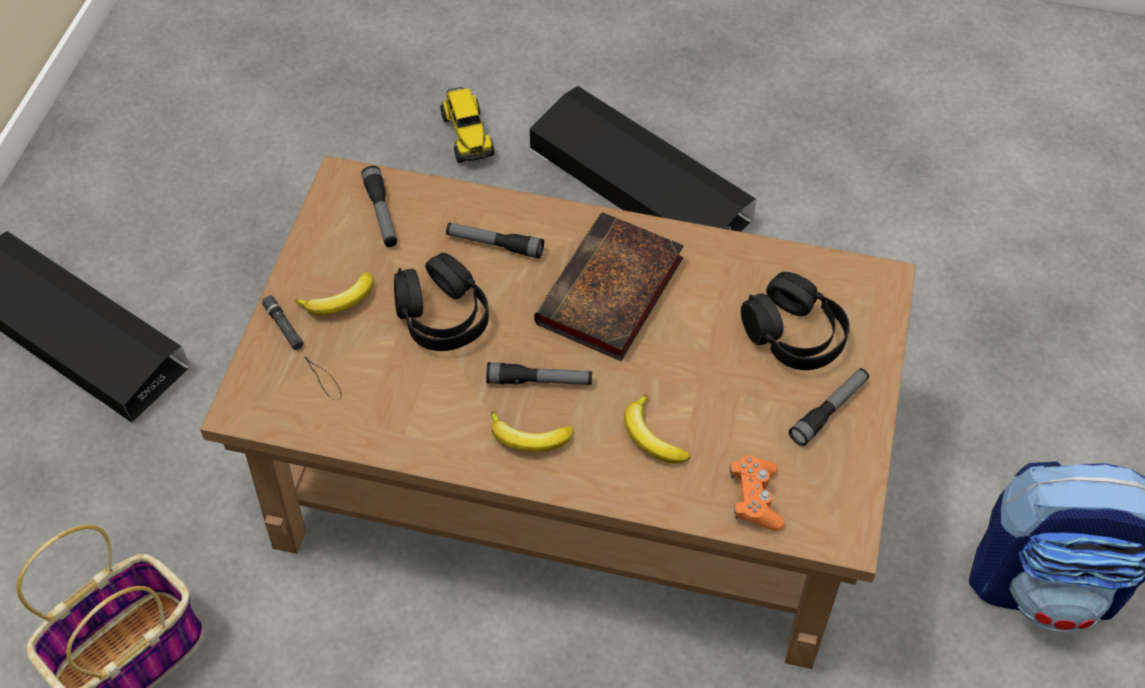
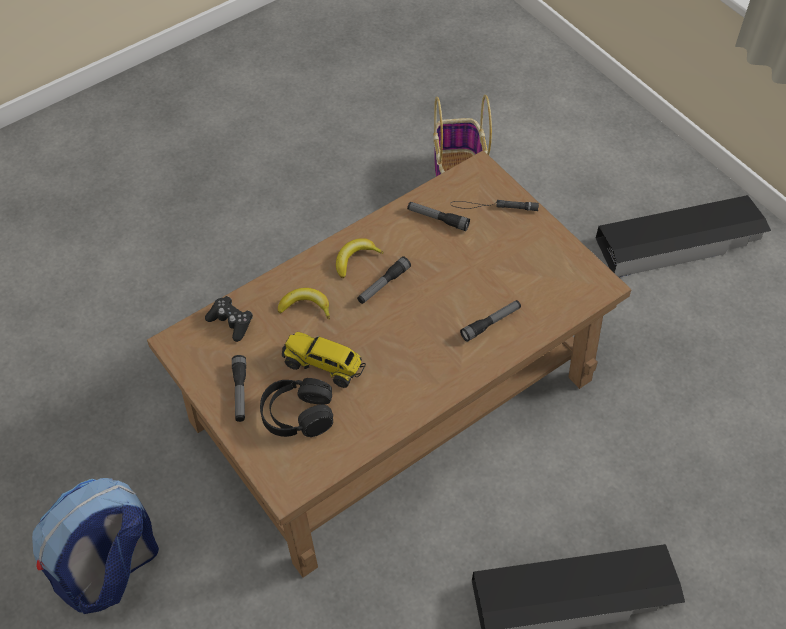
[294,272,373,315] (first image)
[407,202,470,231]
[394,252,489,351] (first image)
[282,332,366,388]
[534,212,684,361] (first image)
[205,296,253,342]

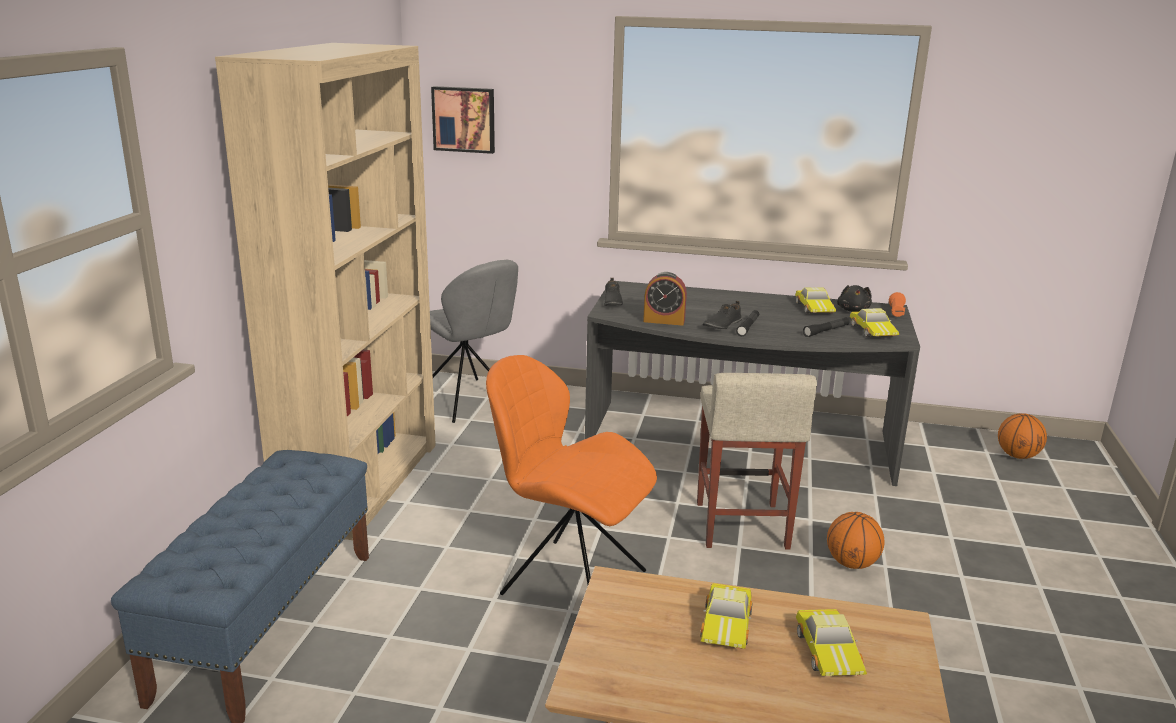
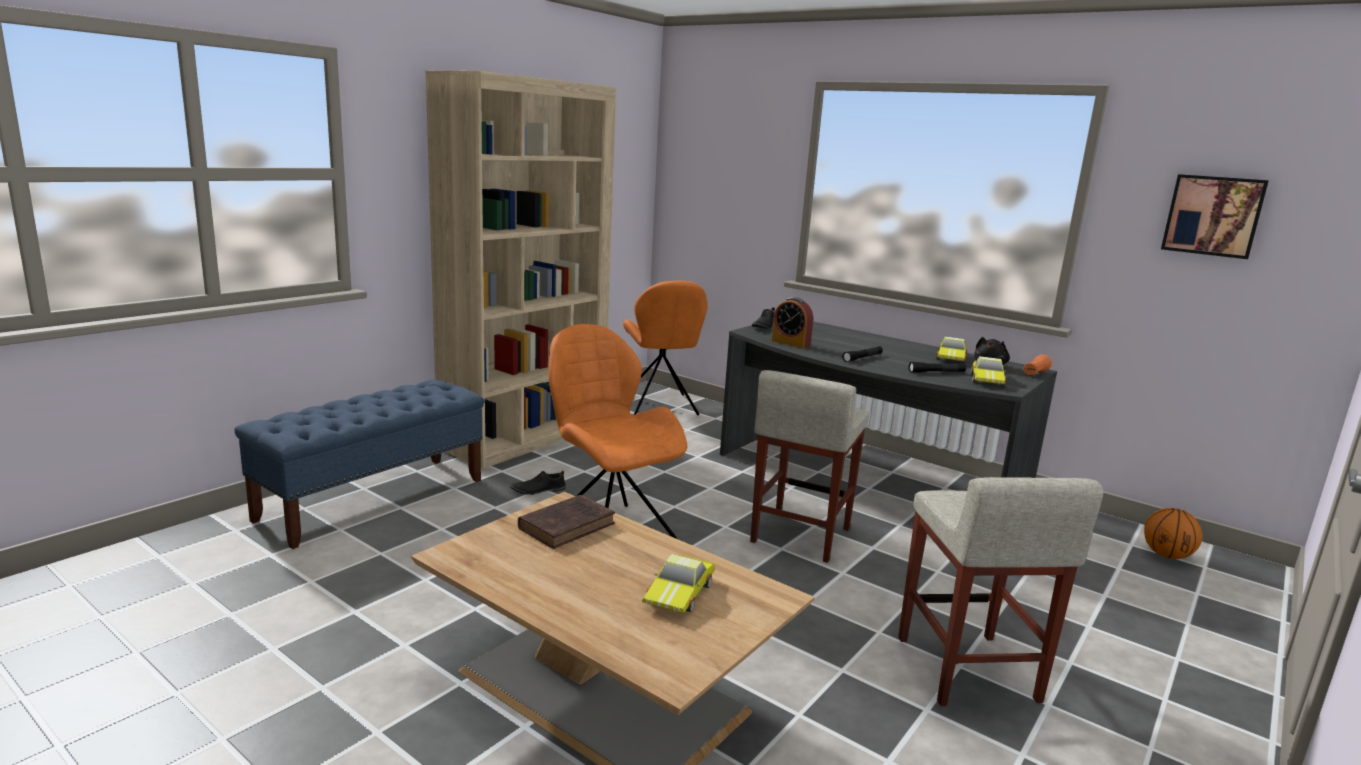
[623,281,708,415]
[1161,174,1269,259]
[700,583,753,649] (first image)
[510,470,566,495]
[827,512,885,569] (first image)
[518,495,615,549]
[898,477,1103,706]

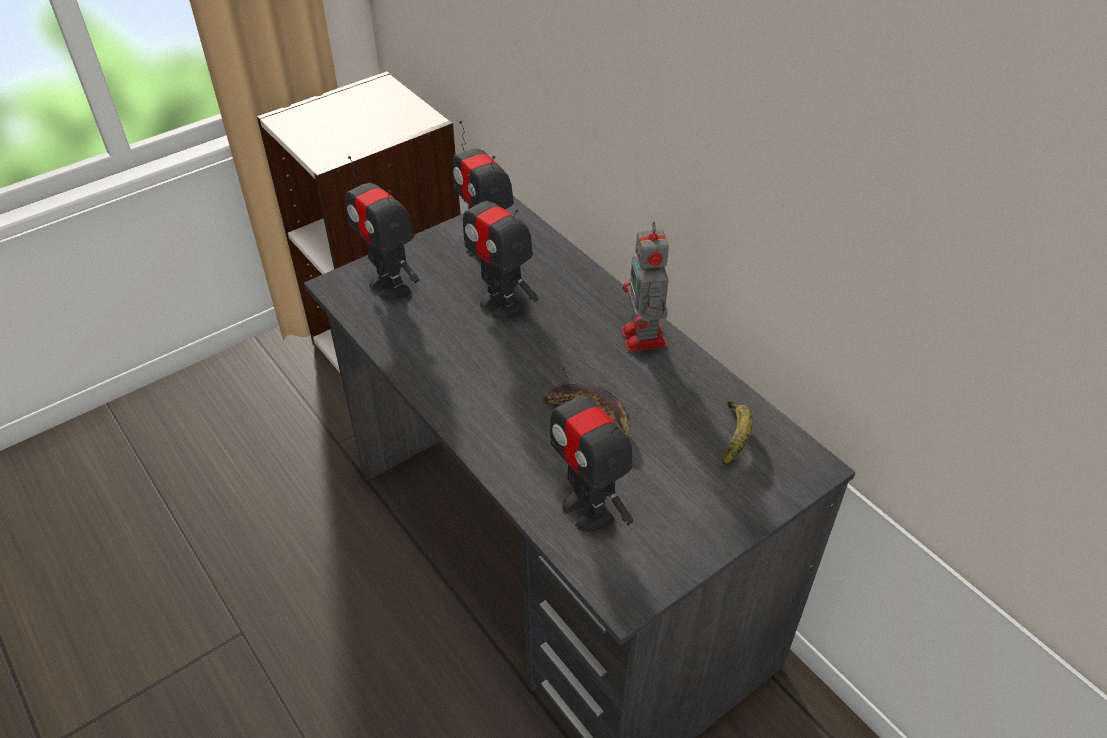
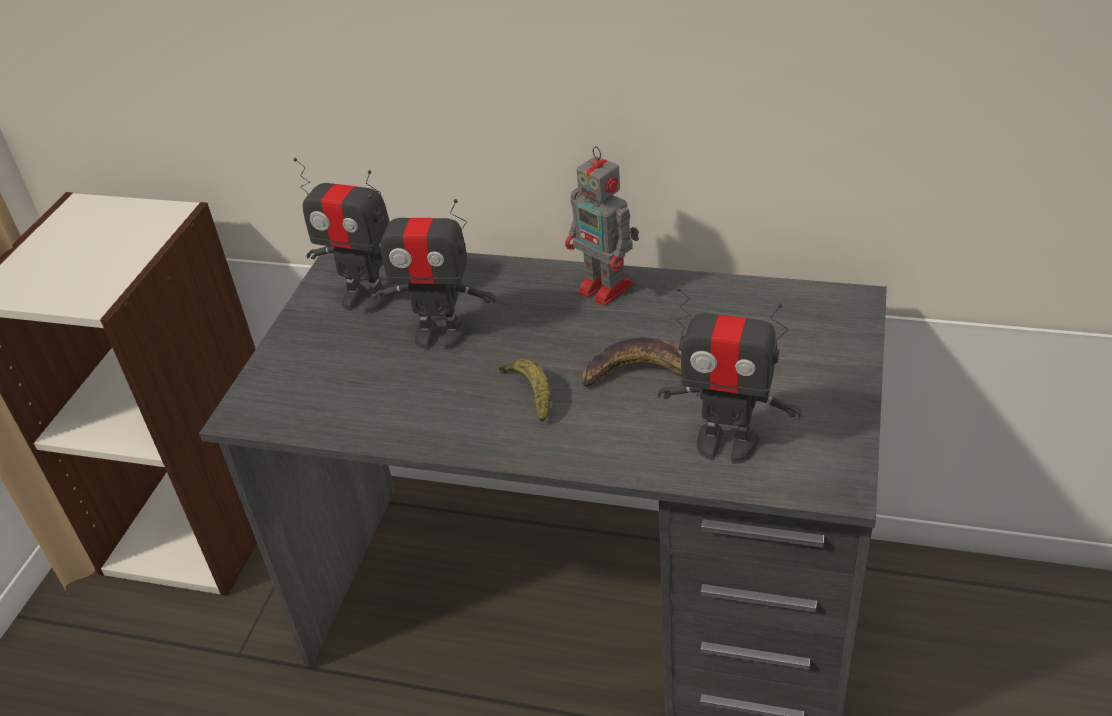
[345,156,419,300] (first image)
[499,359,551,422]

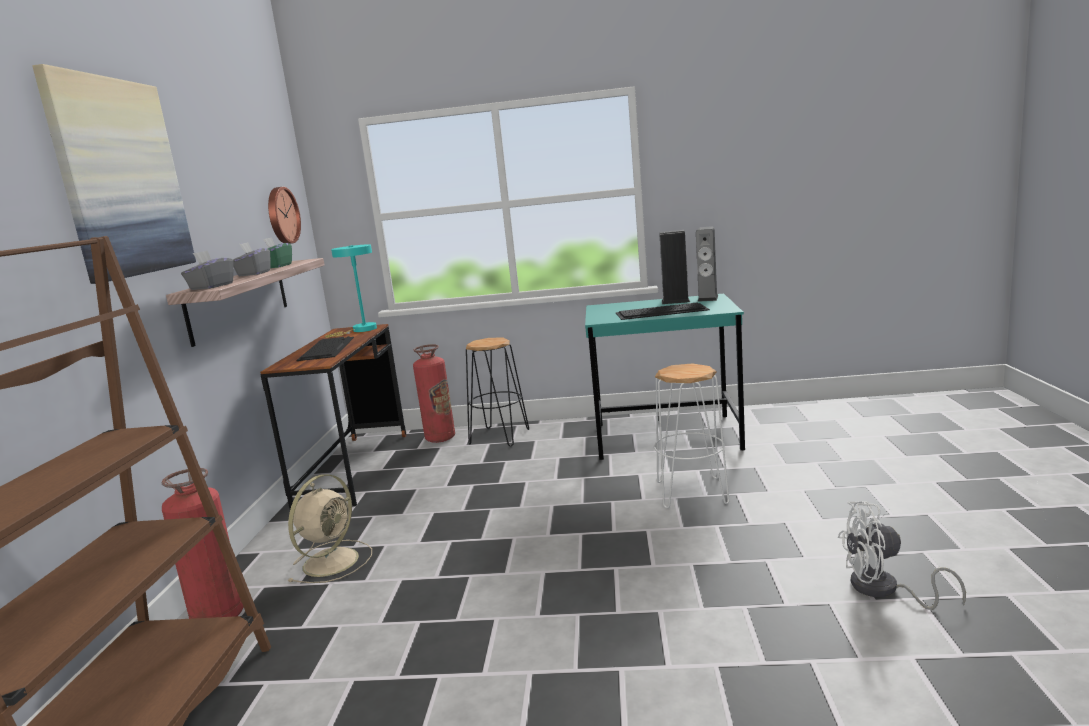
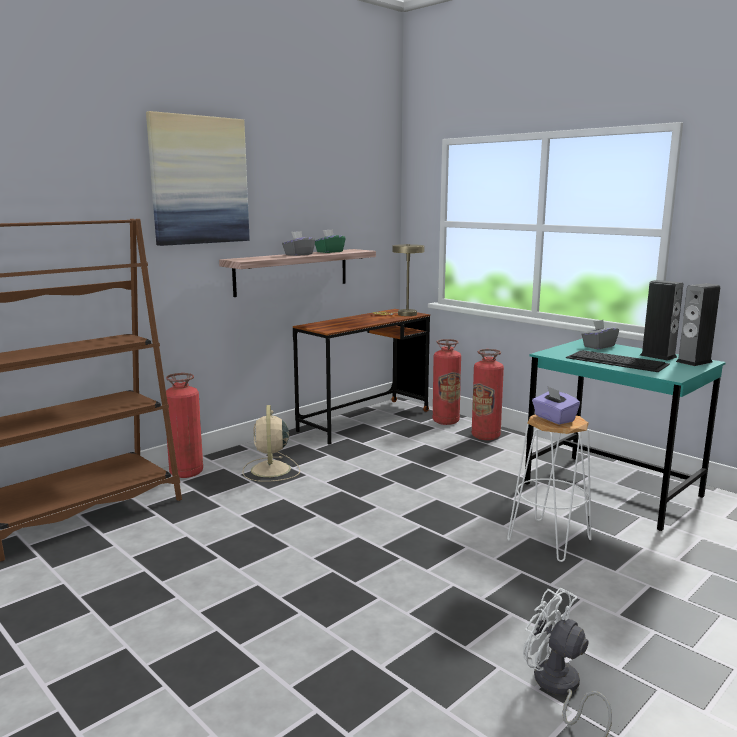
[581,320,619,349]
[268,187,301,244] (first image)
[242,405,300,482]
[296,336,354,361] (first image)
[373,244,425,316]
[472,349,504,440]
[532,386,580,425]

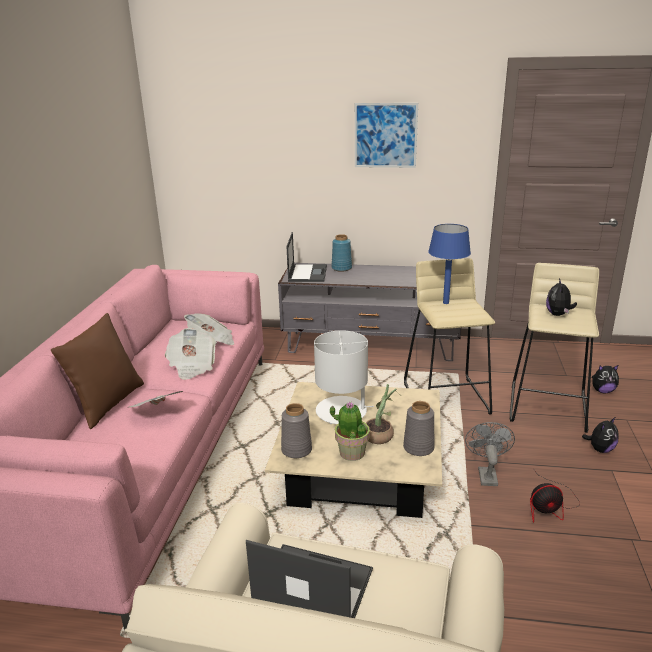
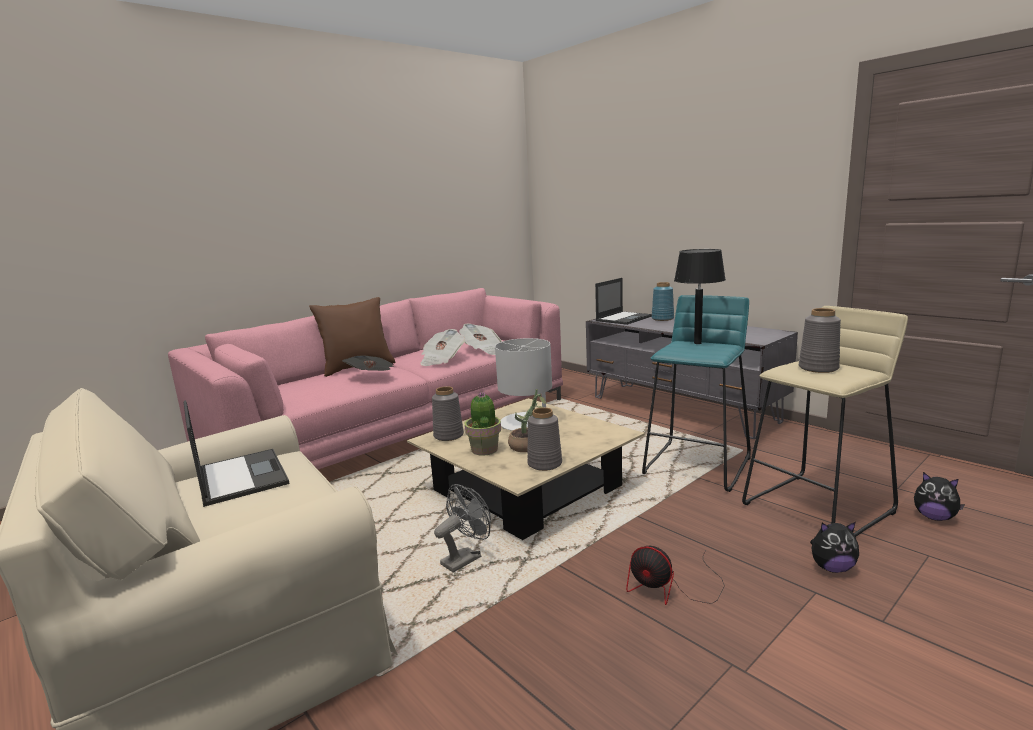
[355,103,418,168] (first image)
[642,295,751,492]
[674,249,726,344]
[434,484,491,573]
[799,308,841,373]

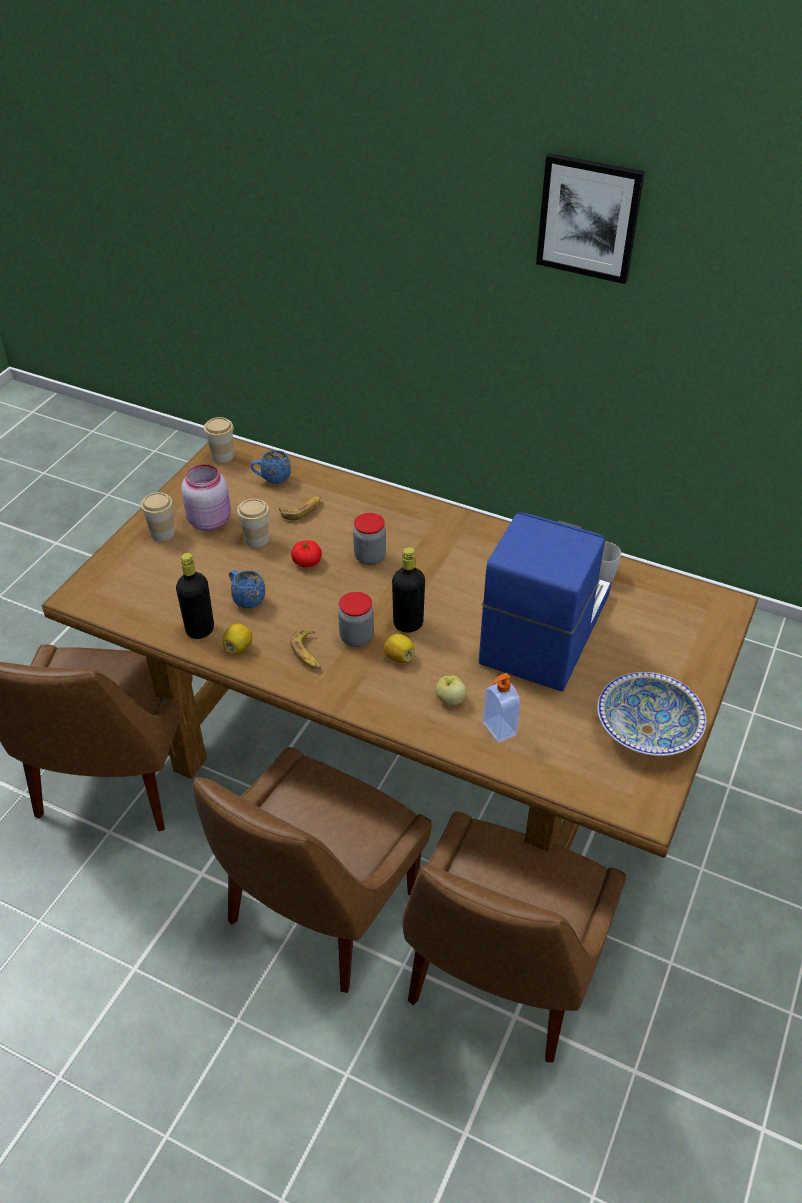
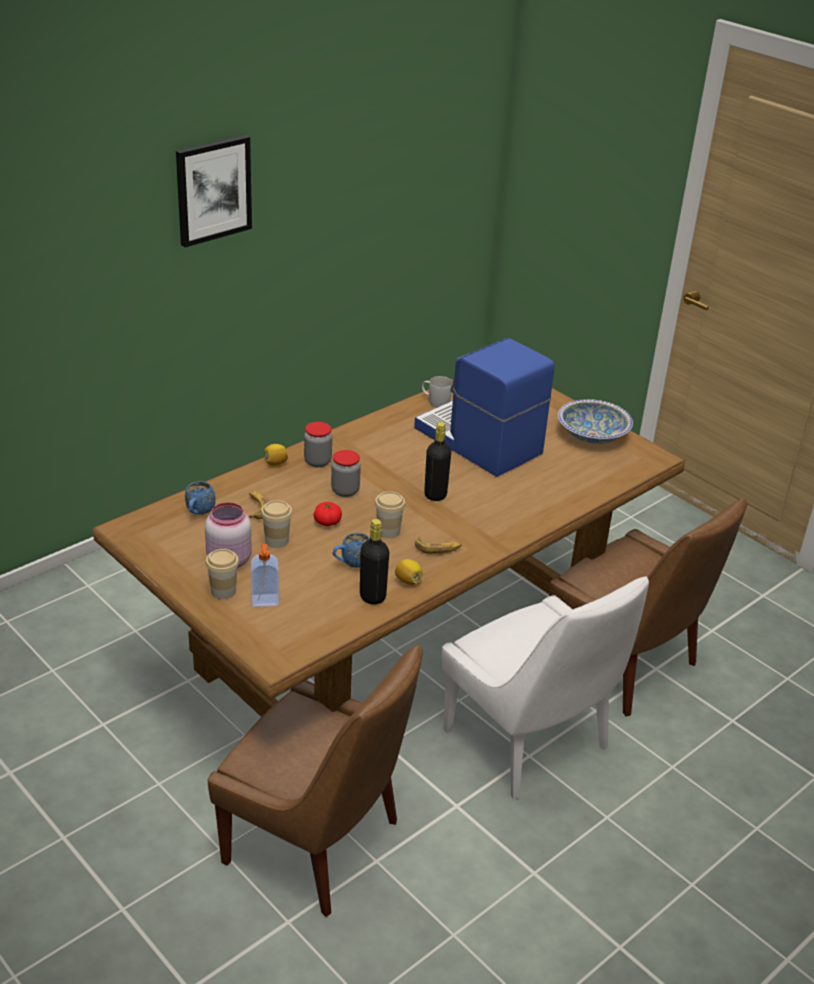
[442,576,649,799]
[375,491,406,538]
[304,422,332,467]
[264,444,288,466]
[436,676,467,706] (first image)
[251,544,279,607]

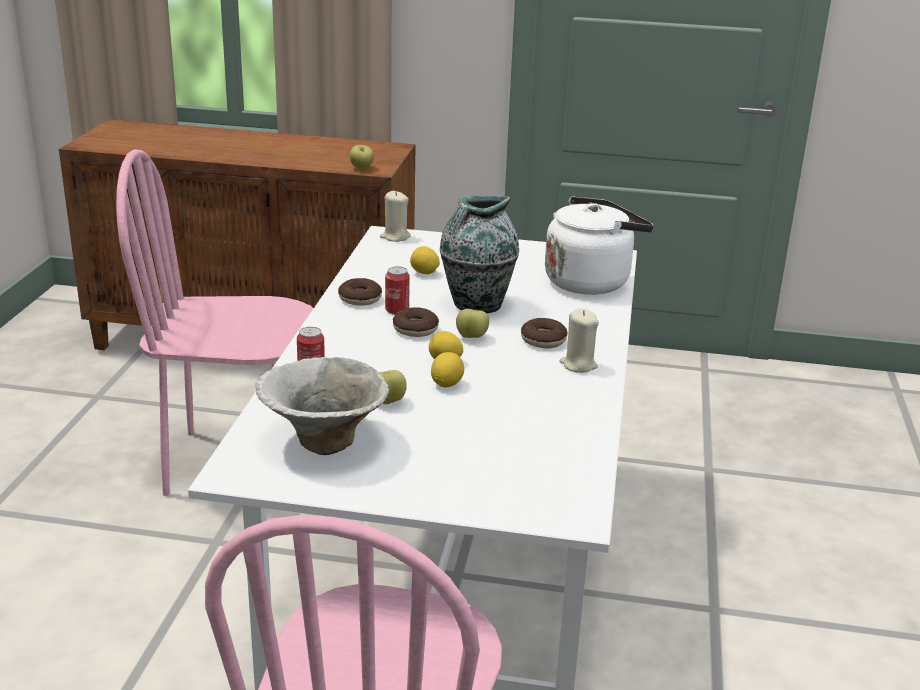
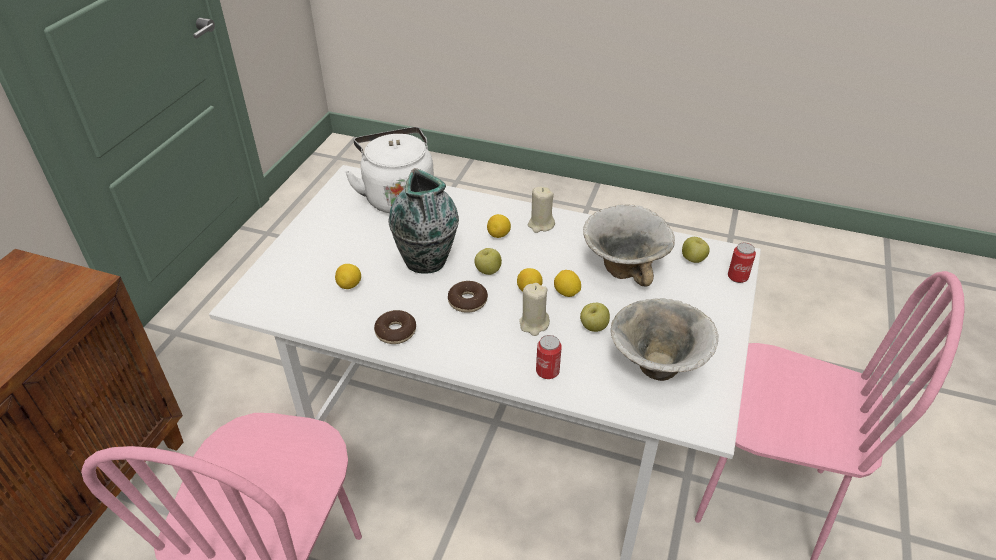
[682,237,710,263]
[519,283,550,336]
[728,243,756,283]
[487,214,511,238]
[583,204,675,287]

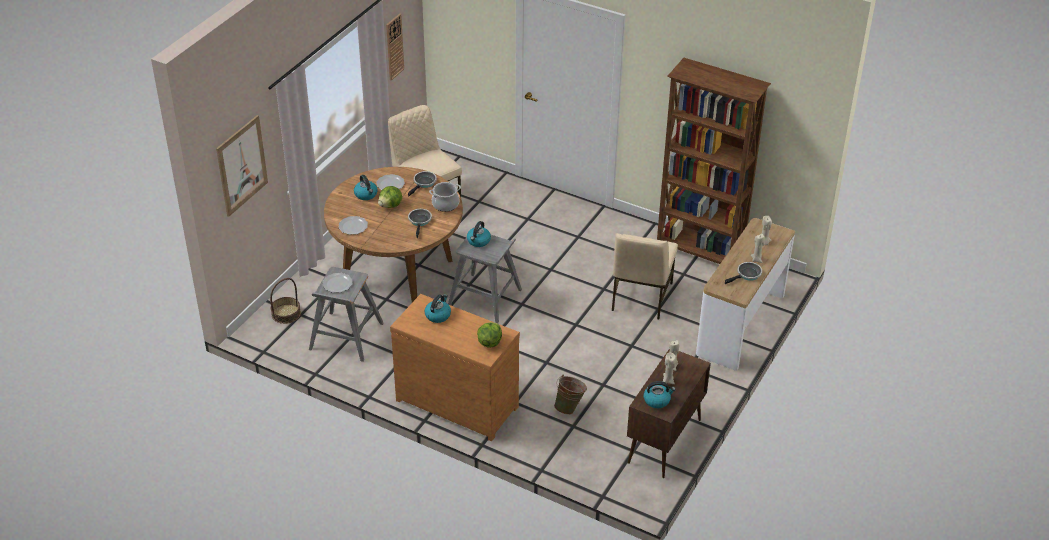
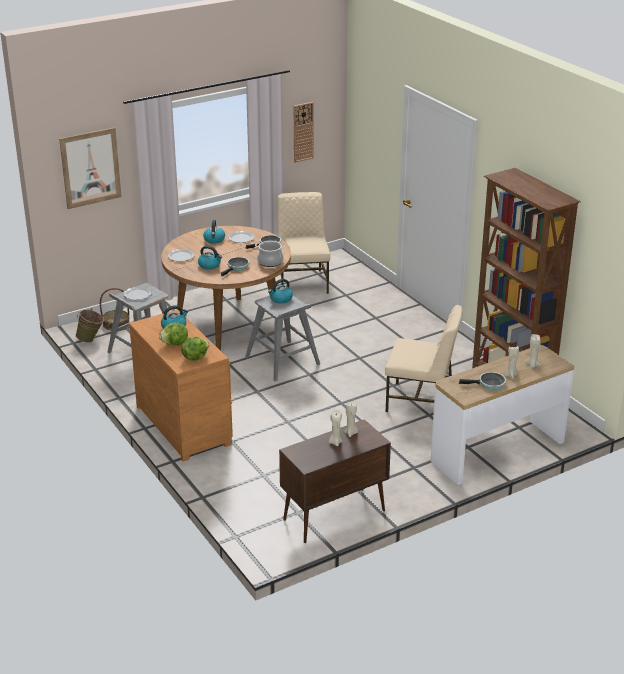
[159,322,188,346]
[76,308,104,343]
[385,305,463,412]
[198,245,222,270]

